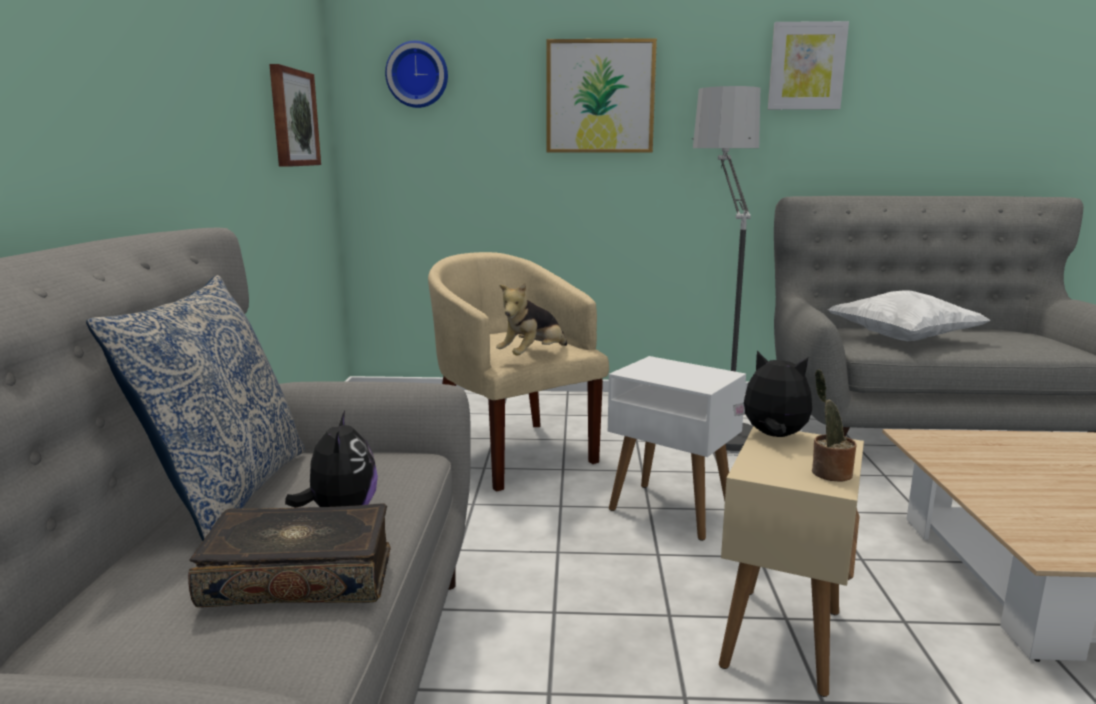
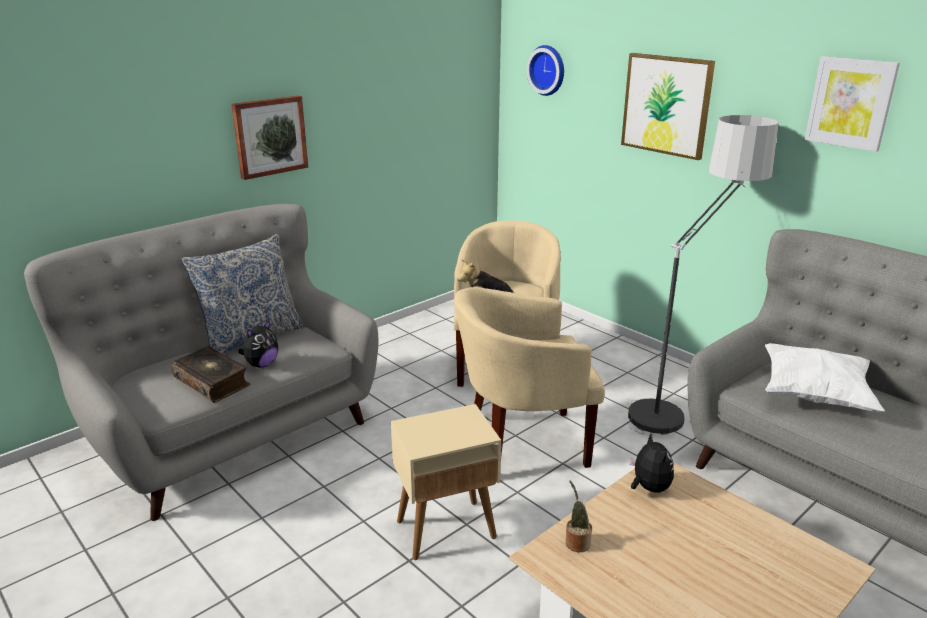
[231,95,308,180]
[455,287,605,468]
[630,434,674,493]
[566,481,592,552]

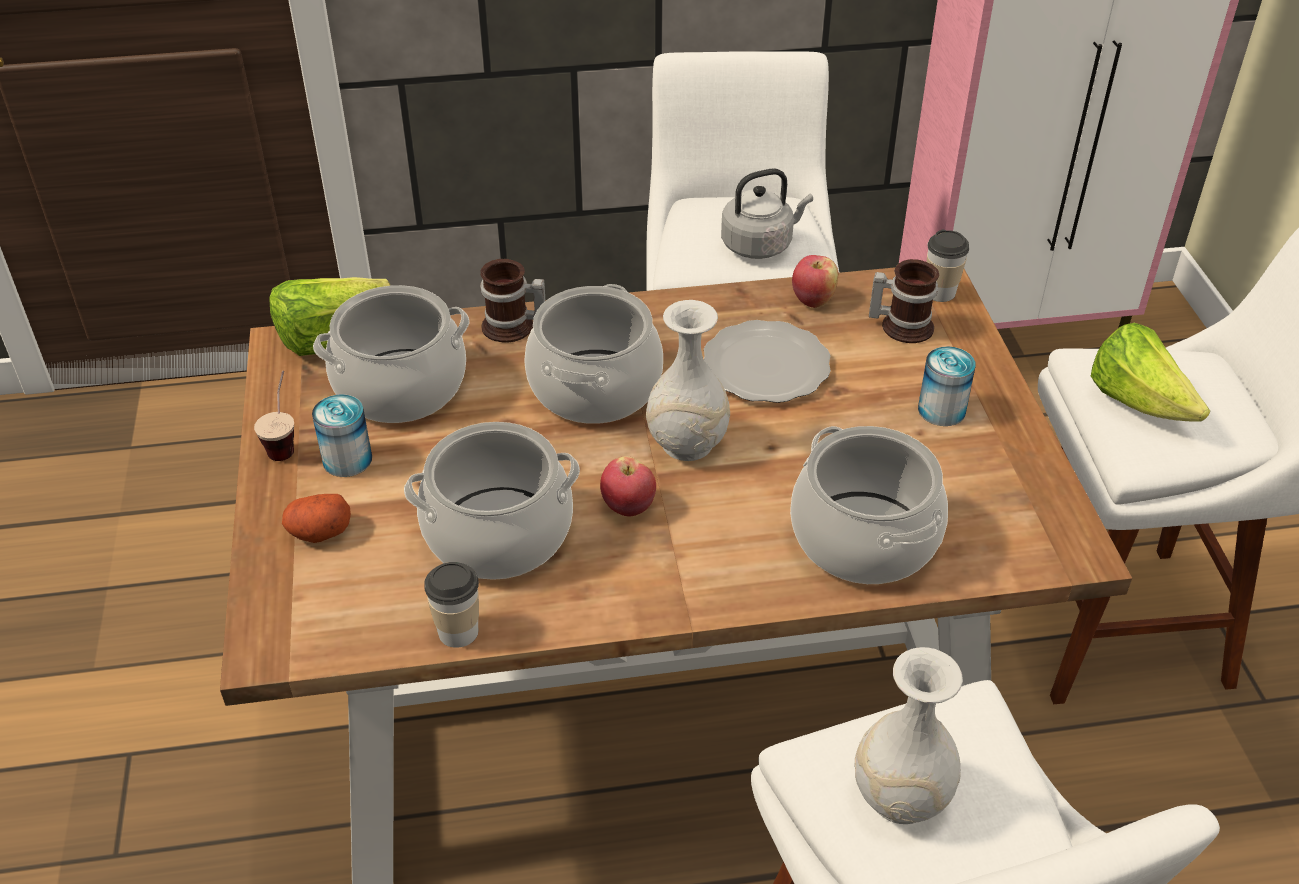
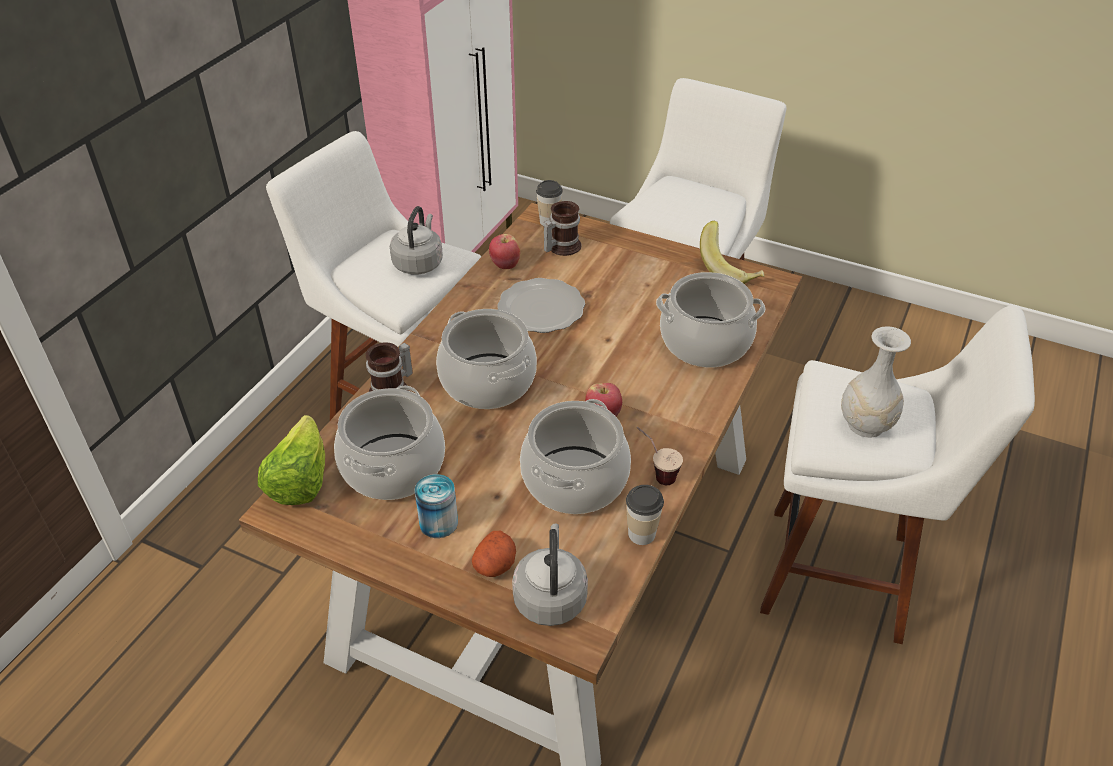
[637,427,683,485]
[646,300,730,461] (first image)
[918,346,976,426] (first image)
[1091,323,1210,422] (first image)
[512,523,588,626]
[700,221,764,284]

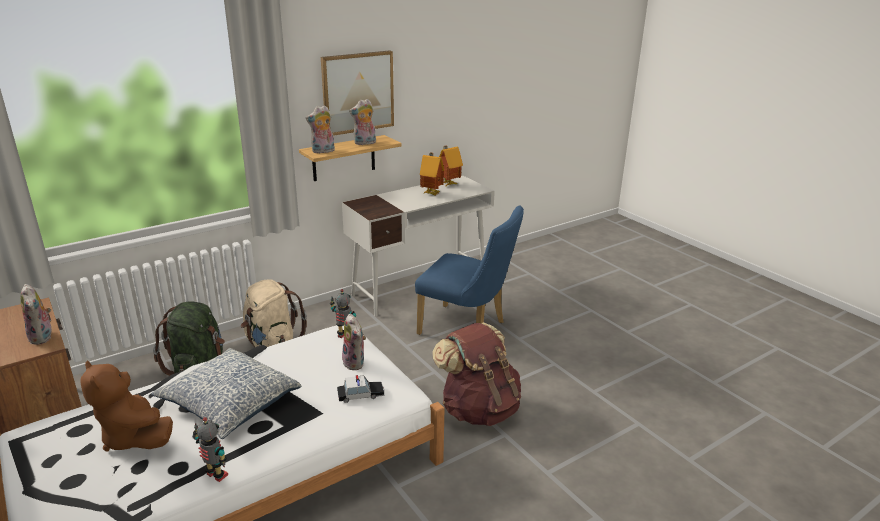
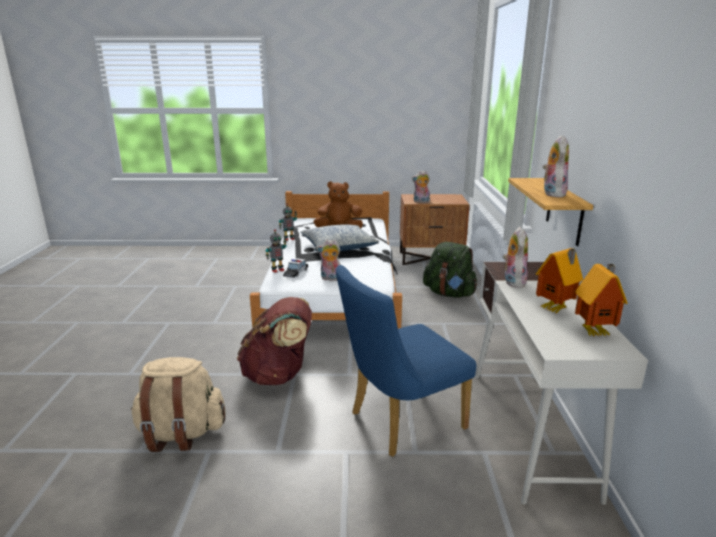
[131,357,226,452]
[503,227,528,288]
[321,50,394,136] (first image)
[266,229,287,273]

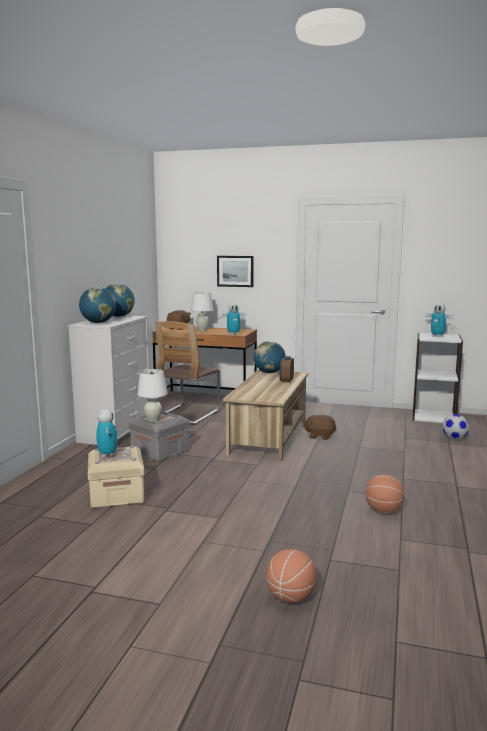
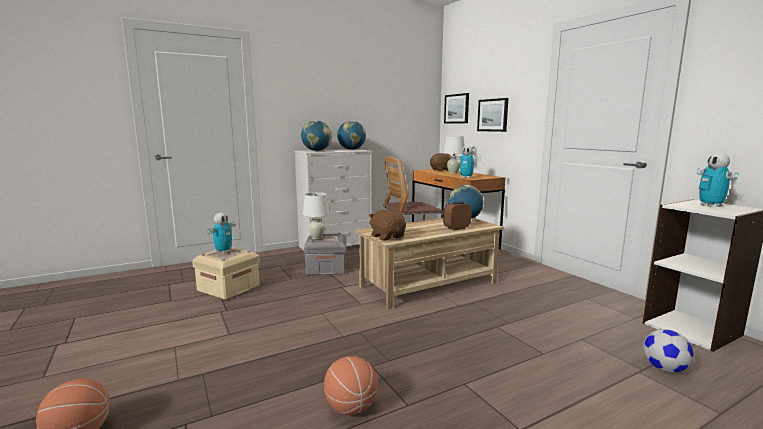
[368,210,406,241]
[444,93,469,123]

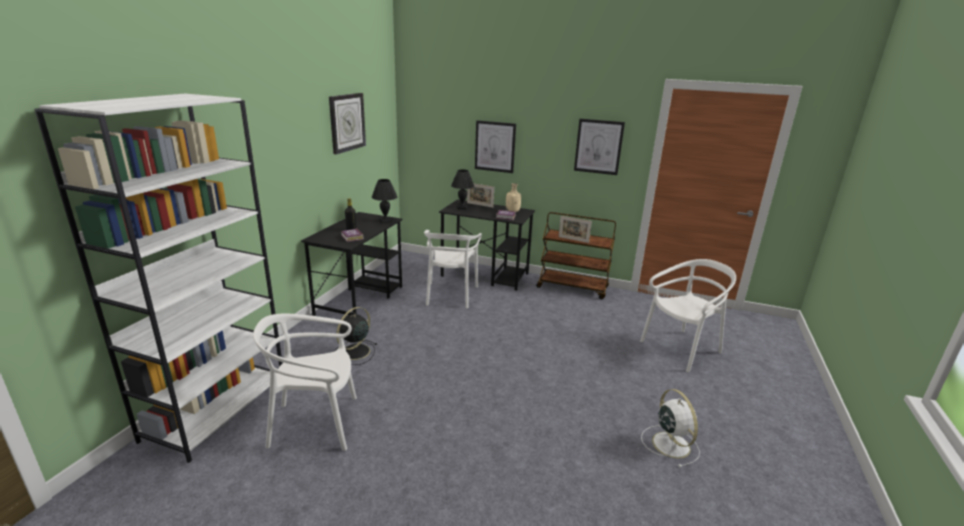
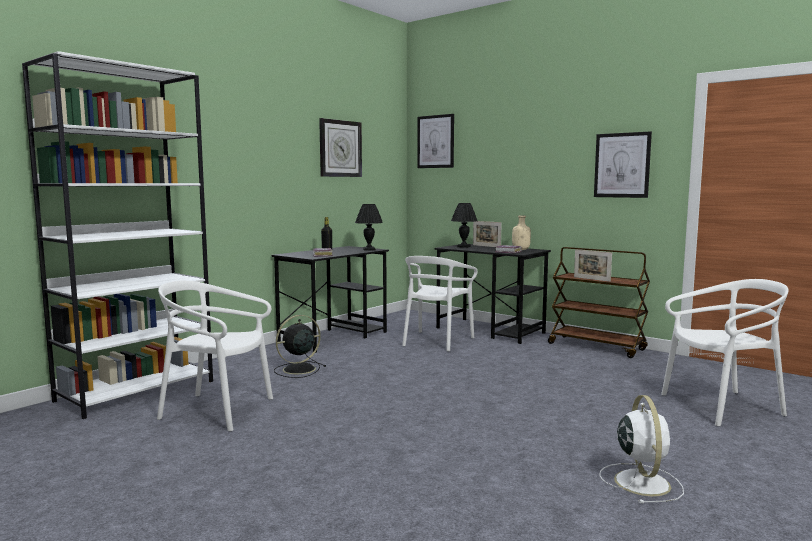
[417,114,454,168]

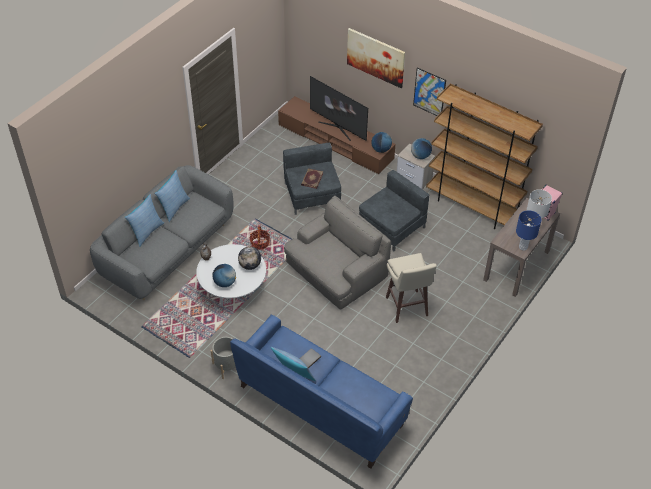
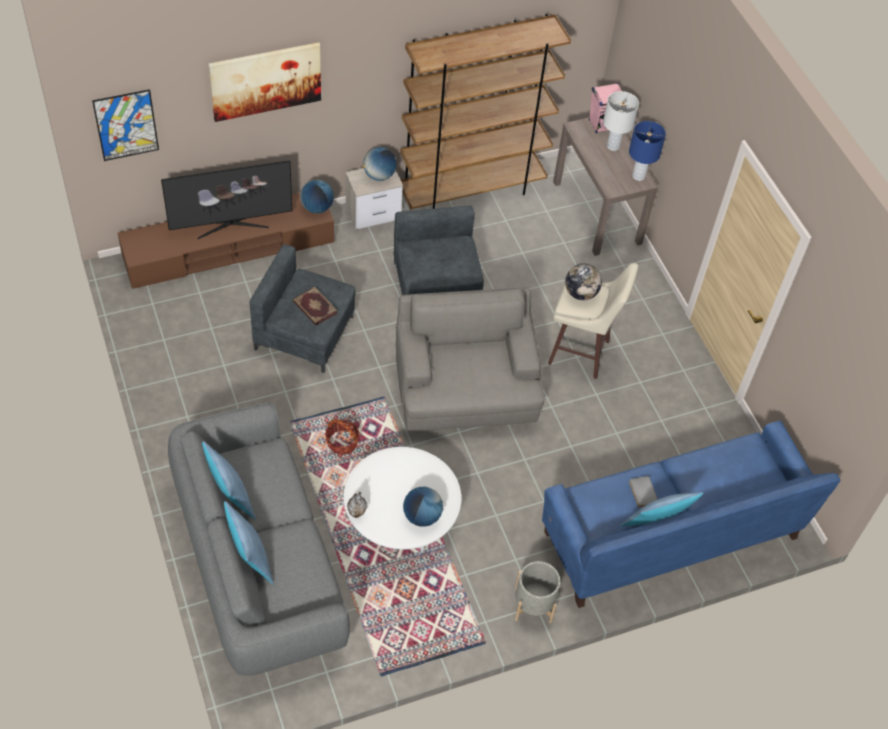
[565,264,602,300]
[92,89,159,161]

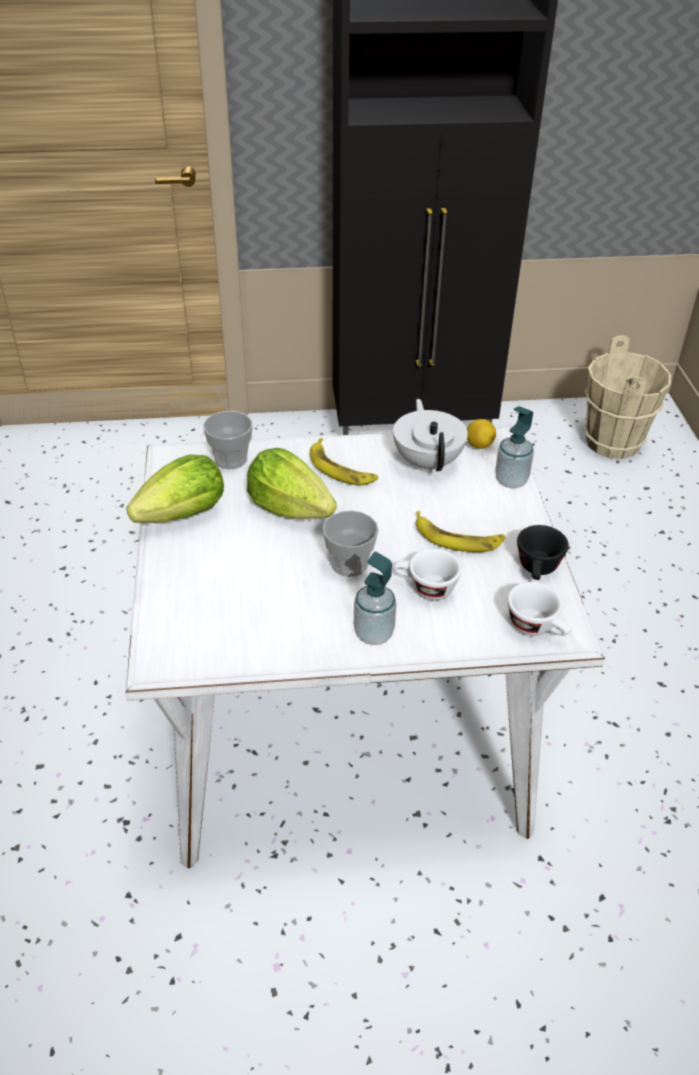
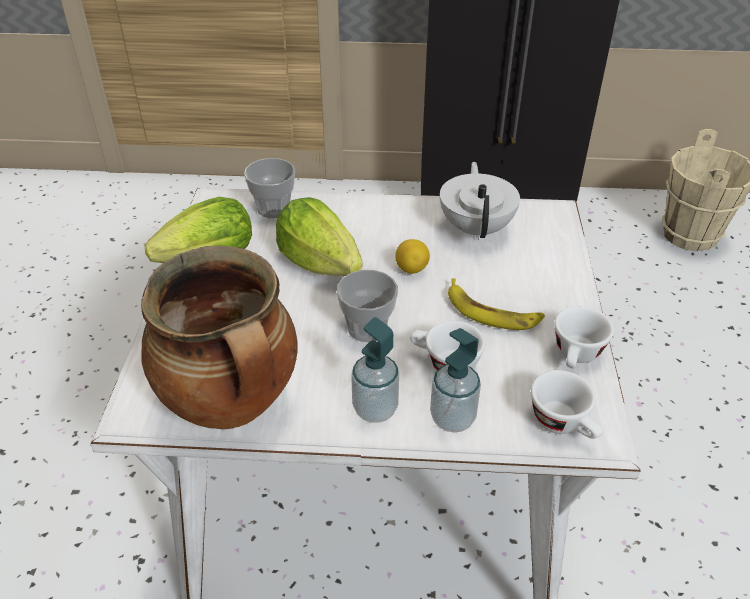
[310,438,378,486] (first image)
[395,239,430,274]
[430,328,481,432]
[555,306,614,369]
[141,246,297,429]

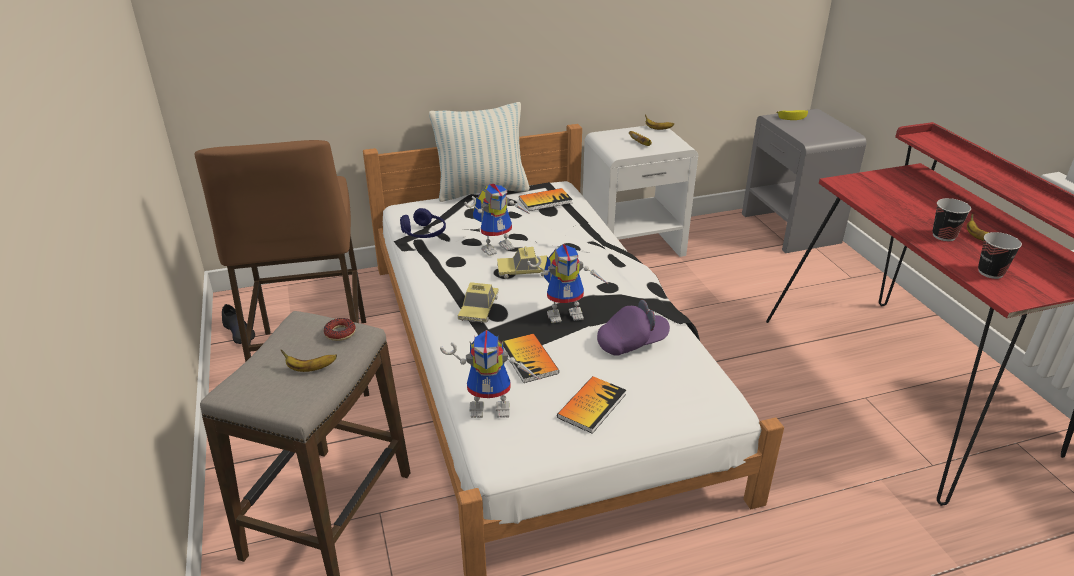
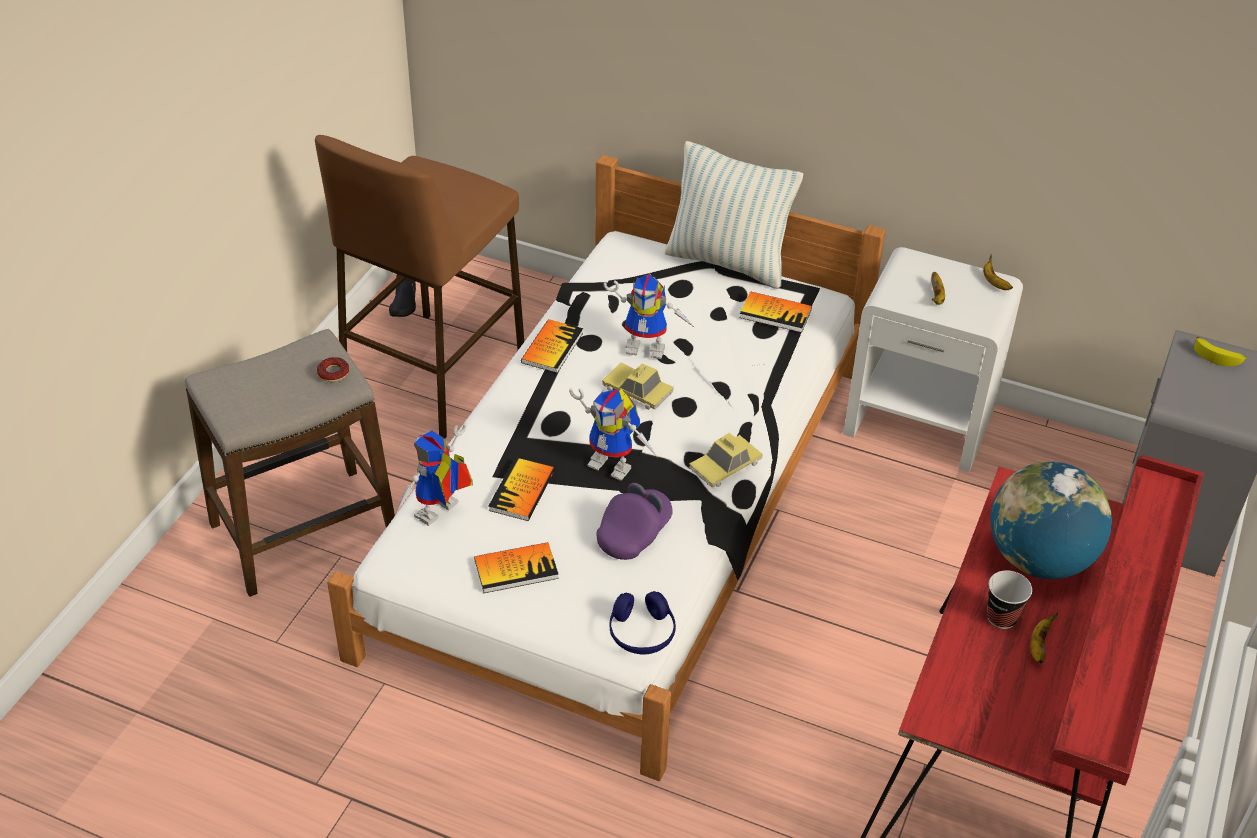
[281,350,337,372] (first image)
[610,591,676,655]
[396,423,473,526]
[689,433,763,488]
[597,483,673,560]
[978,232,1022,279] (first image)
[521,319,583,373]
[990,461,1112,579]

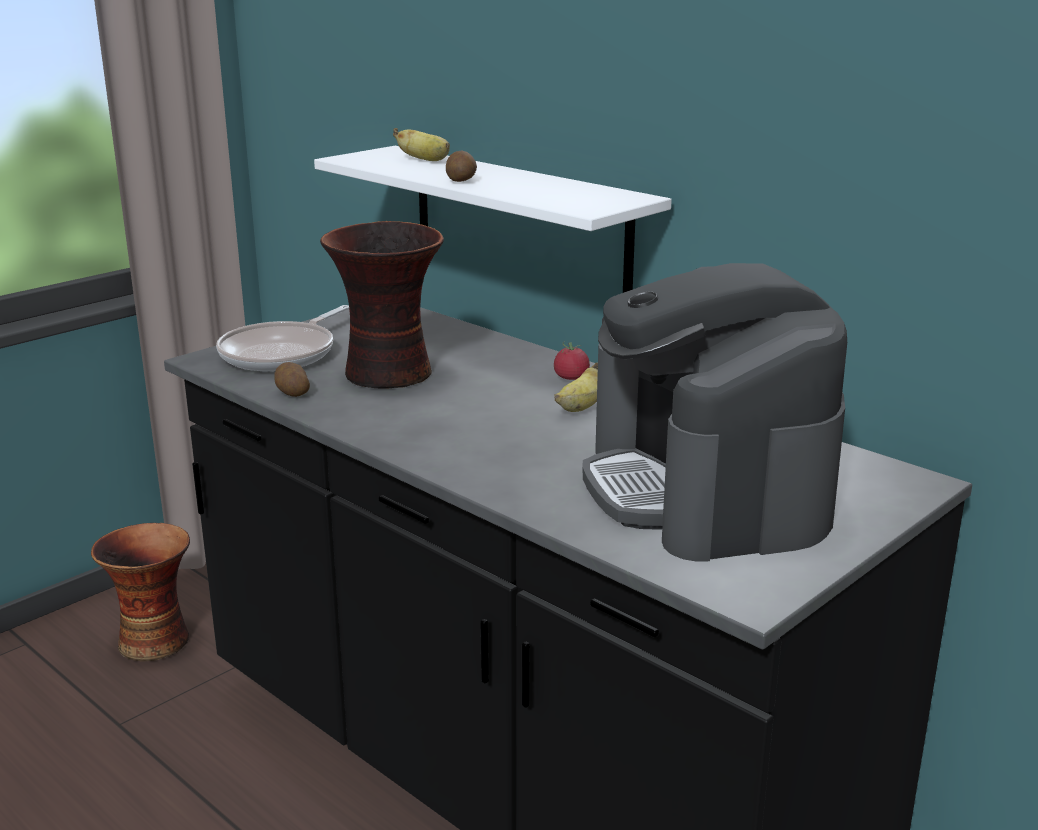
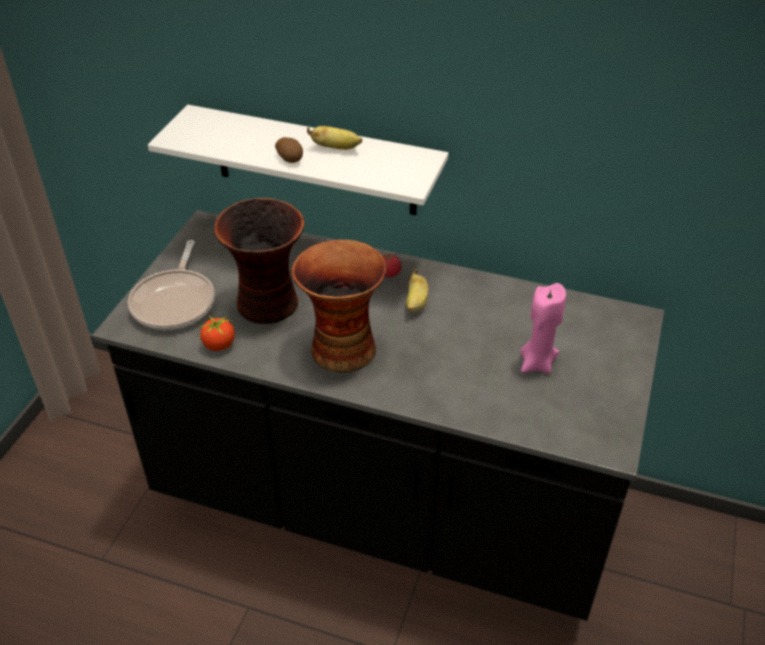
[291,239,387,373]
[196,315,235,351]
[307,126,362,150]
[520,283,566,374]

